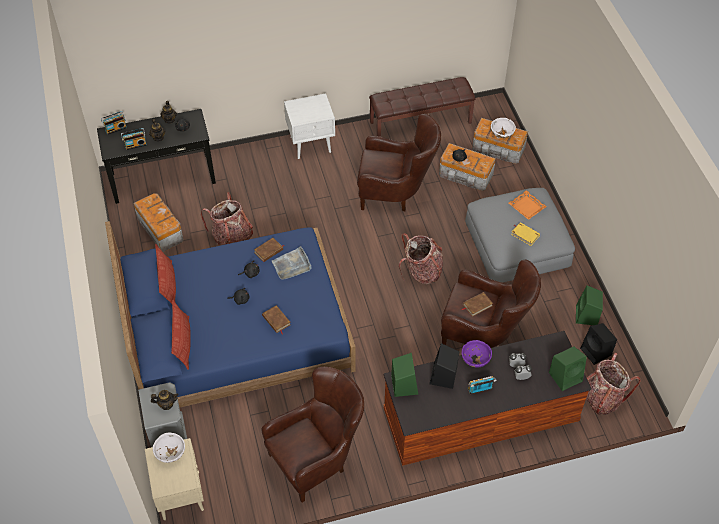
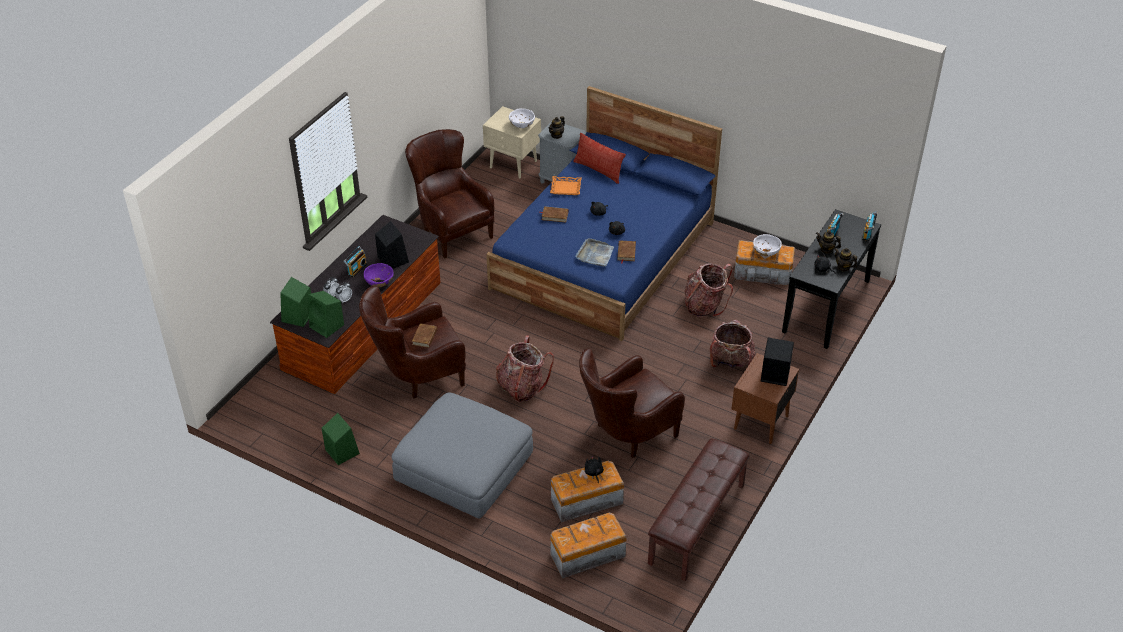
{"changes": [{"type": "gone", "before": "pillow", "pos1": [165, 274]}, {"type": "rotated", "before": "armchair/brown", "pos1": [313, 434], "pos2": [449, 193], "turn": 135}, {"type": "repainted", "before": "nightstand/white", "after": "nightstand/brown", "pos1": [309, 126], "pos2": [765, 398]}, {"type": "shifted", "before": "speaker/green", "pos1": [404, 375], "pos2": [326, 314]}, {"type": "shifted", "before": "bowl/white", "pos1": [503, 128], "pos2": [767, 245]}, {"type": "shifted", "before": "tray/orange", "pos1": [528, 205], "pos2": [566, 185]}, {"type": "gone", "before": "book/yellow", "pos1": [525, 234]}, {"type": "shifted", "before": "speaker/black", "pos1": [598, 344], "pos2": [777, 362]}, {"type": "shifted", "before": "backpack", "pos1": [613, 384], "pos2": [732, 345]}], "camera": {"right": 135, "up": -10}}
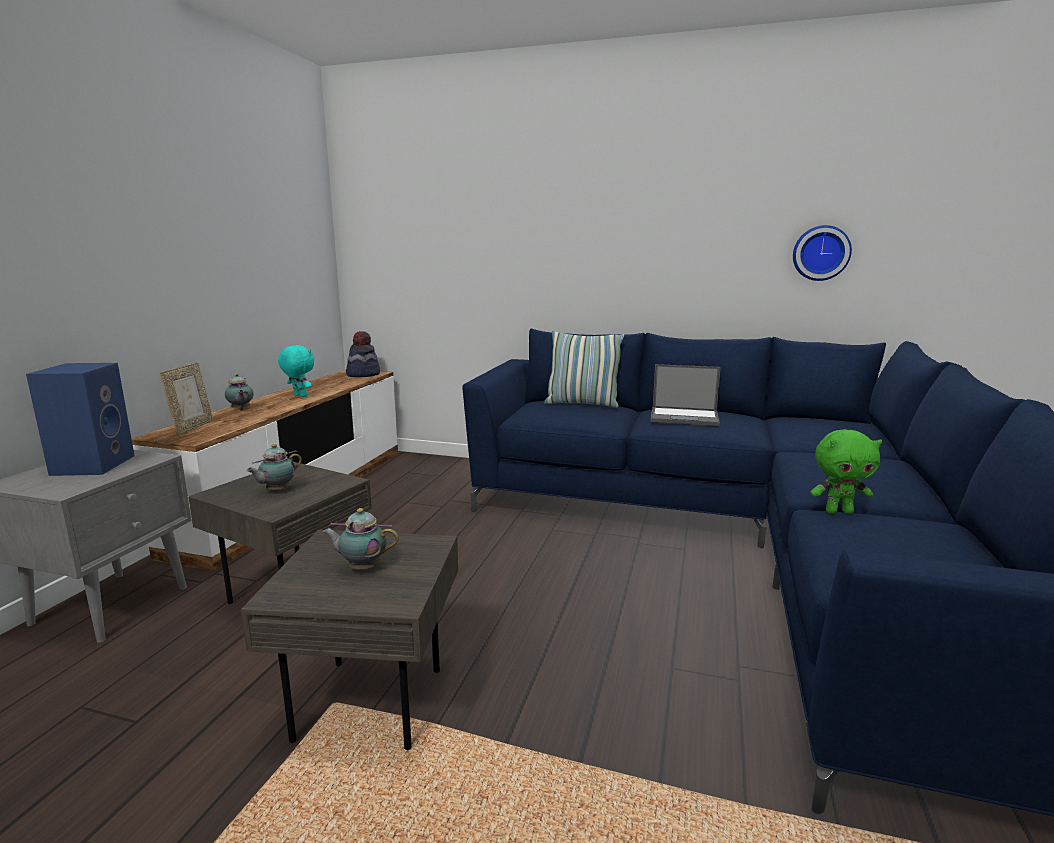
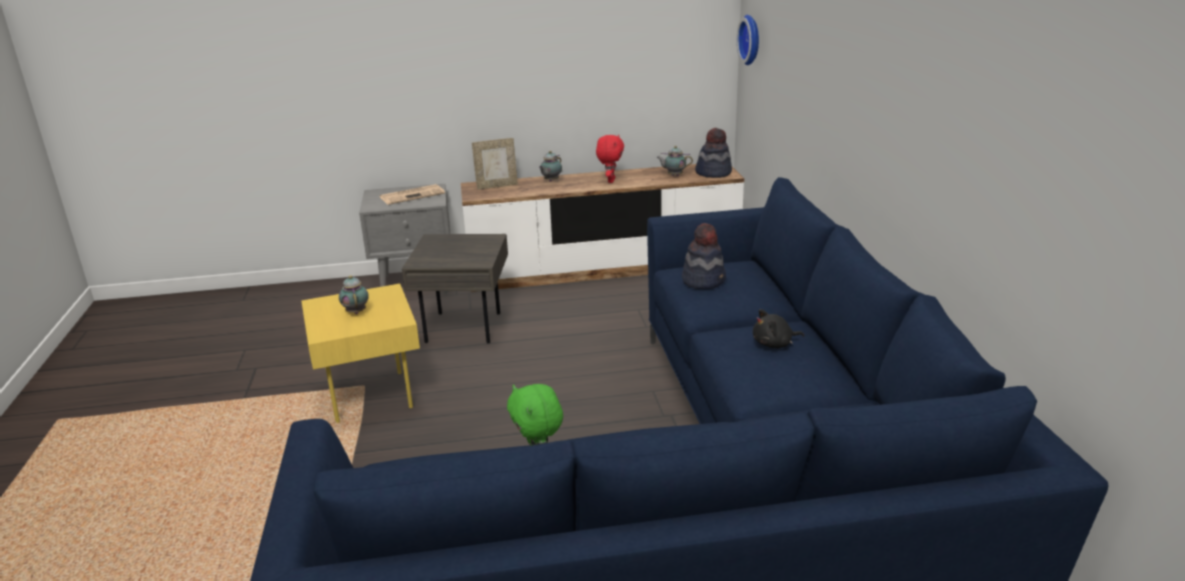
{"changes": [{"type": "swapped", "before": "speaker/blue", "after": "newspaper", "pos1": [80, 419], "pos2": [412, 194]}, {"type": "repainted", "before": "side table/grey", "after": "side table/yellow", "pos1": [349, 640], "pos2": [360, 353]}, {"type": "shifted", "before": "teapot", "pos1": [274, 468], "pos2": [674, 161]}, {"type": "repainted", "before": "plush toy/turquoise", "after": "plush toy/red", "pos1": [296, 371], "pos2": [610, 159]}, {"type": "gone", "before": "pillow", "pos1": [584, 369]}, {"type": "swapped", "before": "laptop", "after": "plush toy/black", "pos1": [685, 395], "pos2": [778, 328]}, {"type": "shifted", "before": "wall clock", "pos1": [822, 253], "pos2": [748, 40]}, {"type": "new", "after": "hat", "pos2": [704, 256]}], "camera": {"right": 65, "up": 10}}
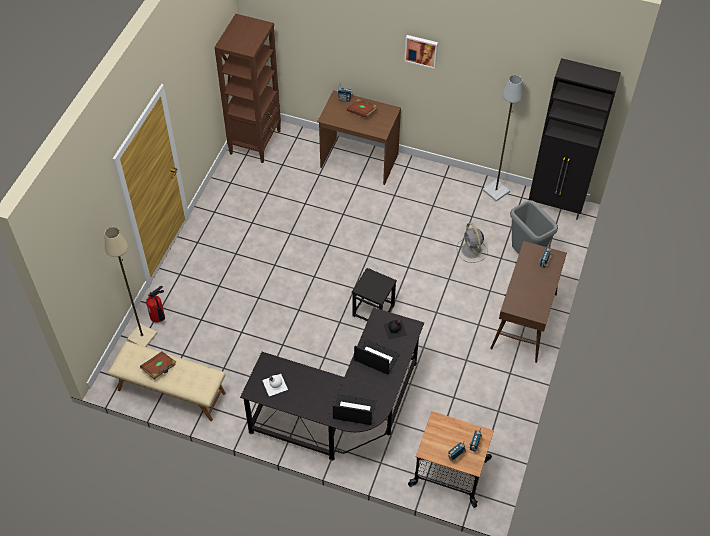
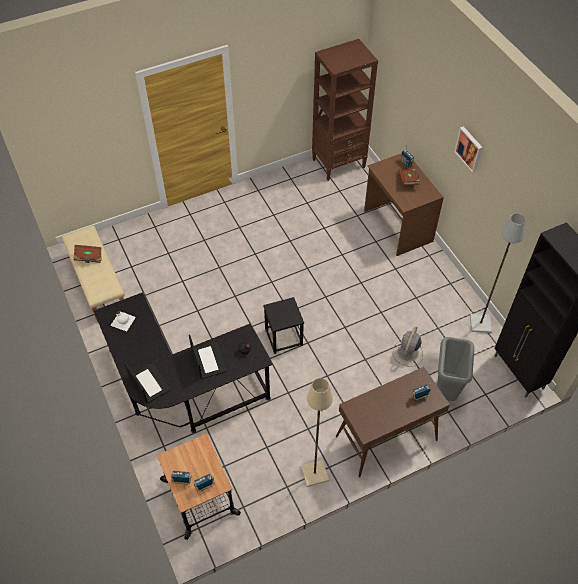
{"changes": [{"type": "shifted", "before": "floor lamp/beige", "pos1": [131, 287], "pos2": [317, 432]}, {"type": "gone", "before": "fire extinguisher", "pos1": [155, 304]}], "camera": {"right": 45, "up": 0}}
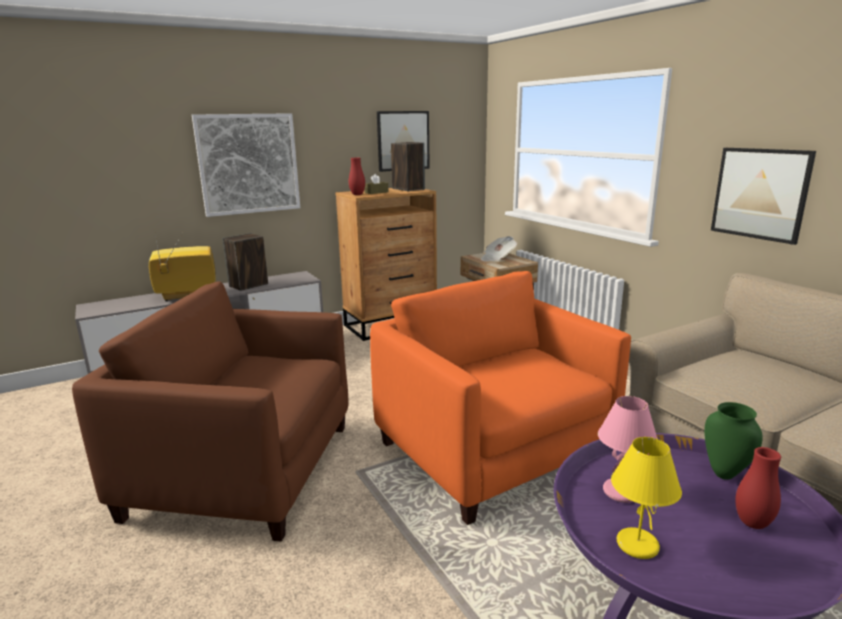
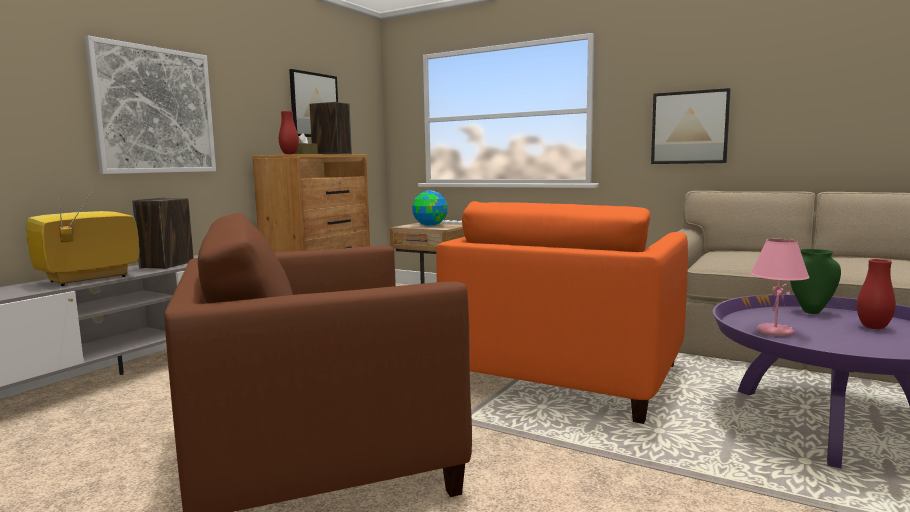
{"changes": [{"type": "rotated", "before": "armchair/orange", "pos1": [500, 398], "pos2": [562, 312], "turn": -90}, {"type": "swapped", "before": "newspaper", "after": "globe", "pos1": [499, 248], "pos2": [430, 208]}, {"type": "gone", "before": "table lamp/yellow", "pos1": [646, 498]}], "camera": {"right": -30, "up": -10}}
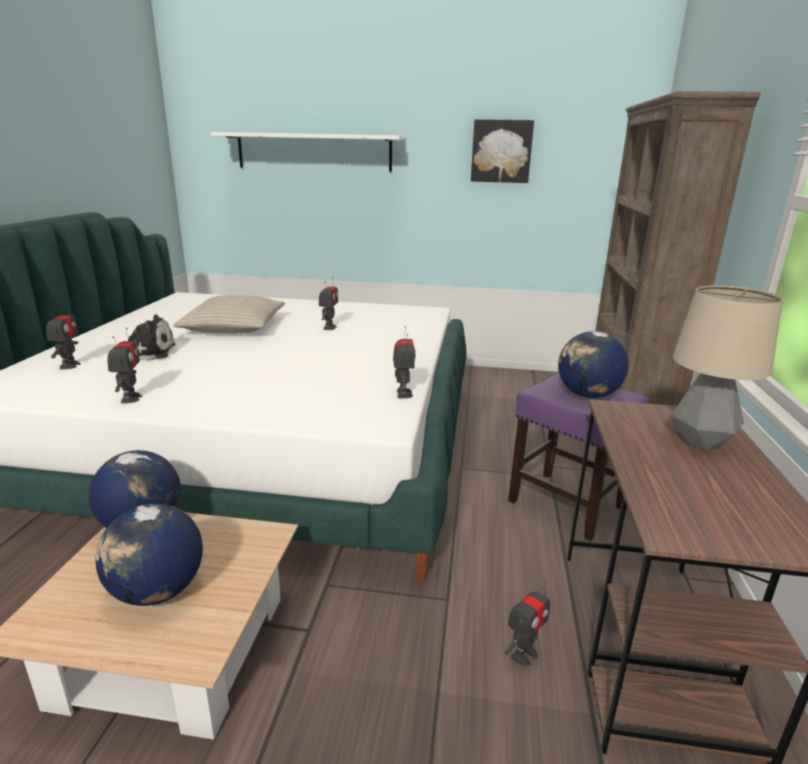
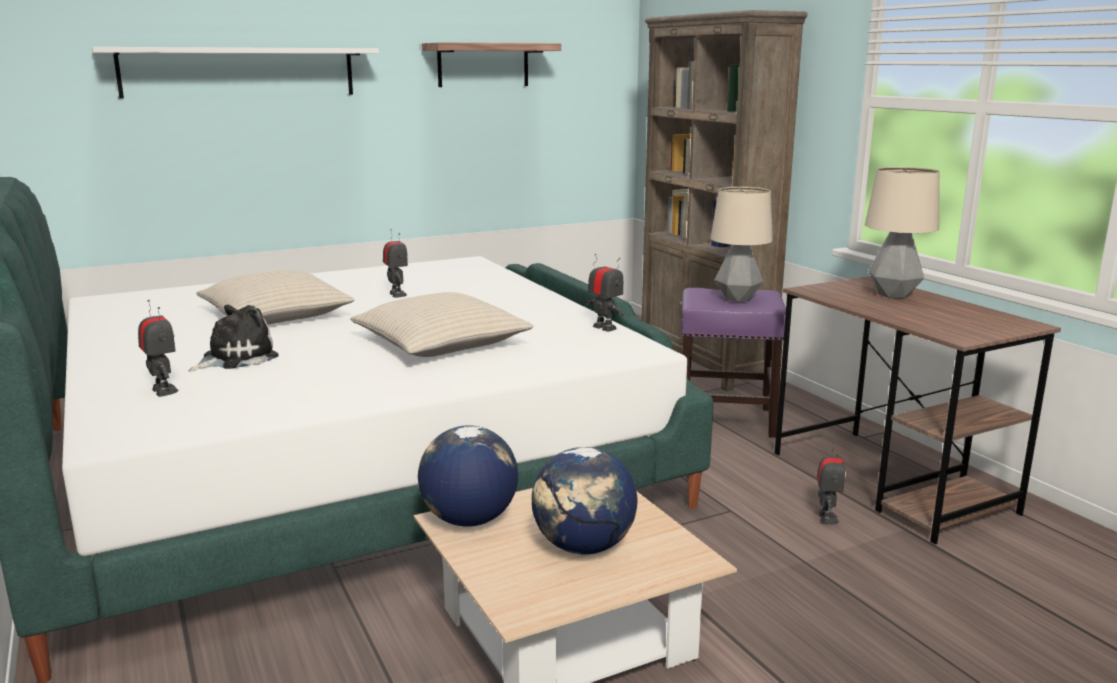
{"changes": [{"type": "gone", "before": "toy robot", "pos1": [124, 365]}, {"type": "swapped", "before": "picture", "after": "shelf", "pos1": [502, 151], "pos2": [491, 64]}, {"type": "swapped", "before": "globe", "after": "table lamp", "pos1": [593, 364], "pos2": [742, 244]}, {"type": "new", "after": "pillow/beige", "pos2": [441, 324]}], "camera": {"right": -35, "up": -5}}
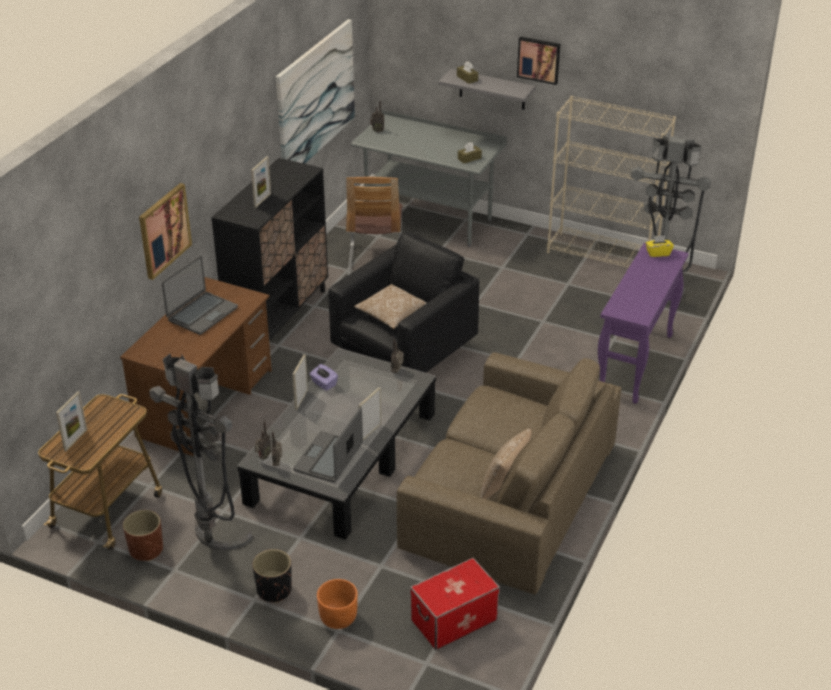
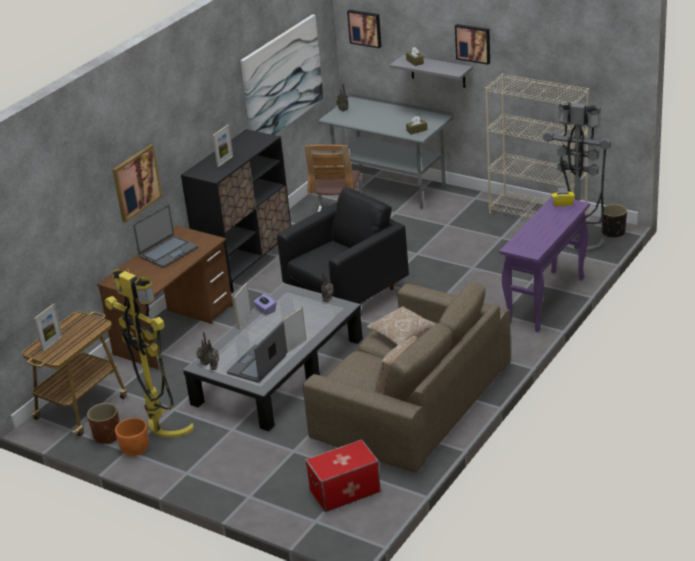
{"changes": [{"type": "repainted", "before": "floor lamp/grey", "after": "floor lamp/yellow", "pos1": [201, 452], "pos2": [149, 353]}, {"type": "shifted", "before": "planter/black", "pos1": [272, 576], "pos2": [614, 221]}, {"type": "shifted", "before": "planter/orange", "pos1": [337, 604], "pos2": [132, 437]}, {"type": "shifted", "before": "pillow", "pos1": [390, 306], "pos2": [401, 325]}, {"type": "new", "after": "picture", "pos2": [364, 28]}], "camera": {"right": 10, "up": -5}}
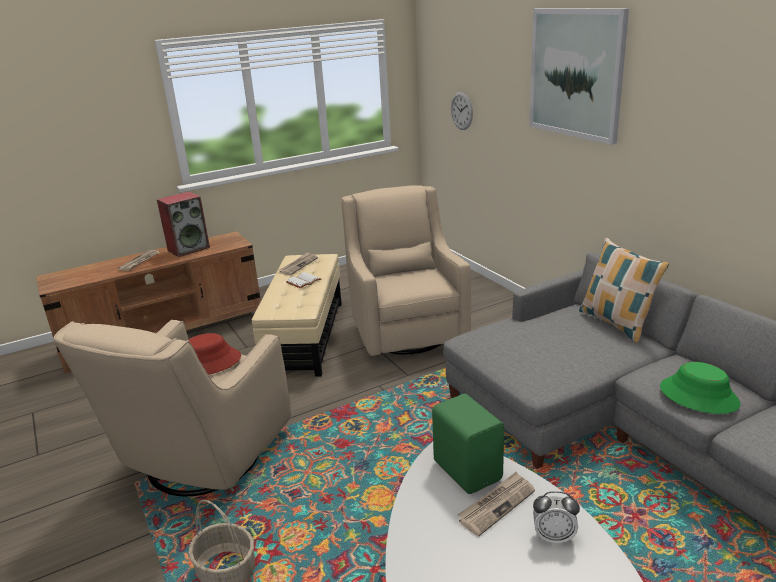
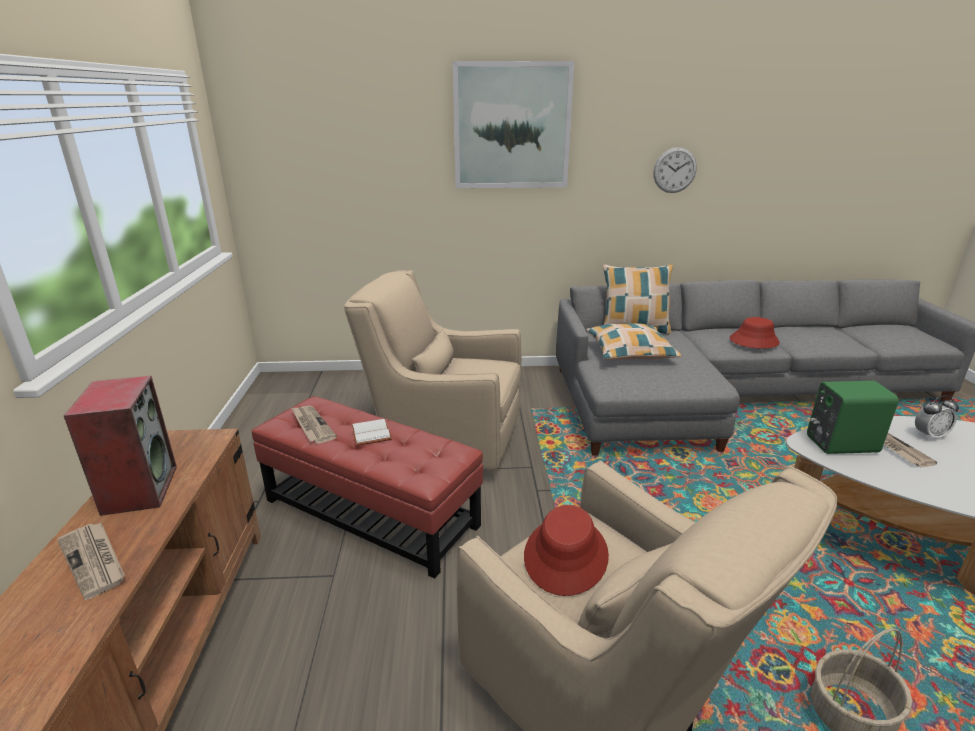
{"changes": [{"type": "repainted", "before": "ottoman/beige", "after": "ottoman/red", "pos1": [297, 315], "pos2": [367, 487]}, {"type": "shifted", "before": "wall clock", "pos1": [462, 111], "pos2": [675, 170]}, {"type": "rotated", "before": "alarm clock", "pos1": [556, 517], "pos2": [937, 418], "turn": 45}, {"type": "repainted", "before": "hat/green", "after": "hat/red", "pos1": [700, 388], "pos2": [755, 333]}, {"type": "new", "after": "pillow", "pos2": [633, 341]}], "camera": {"right": -65, "up": 0}}
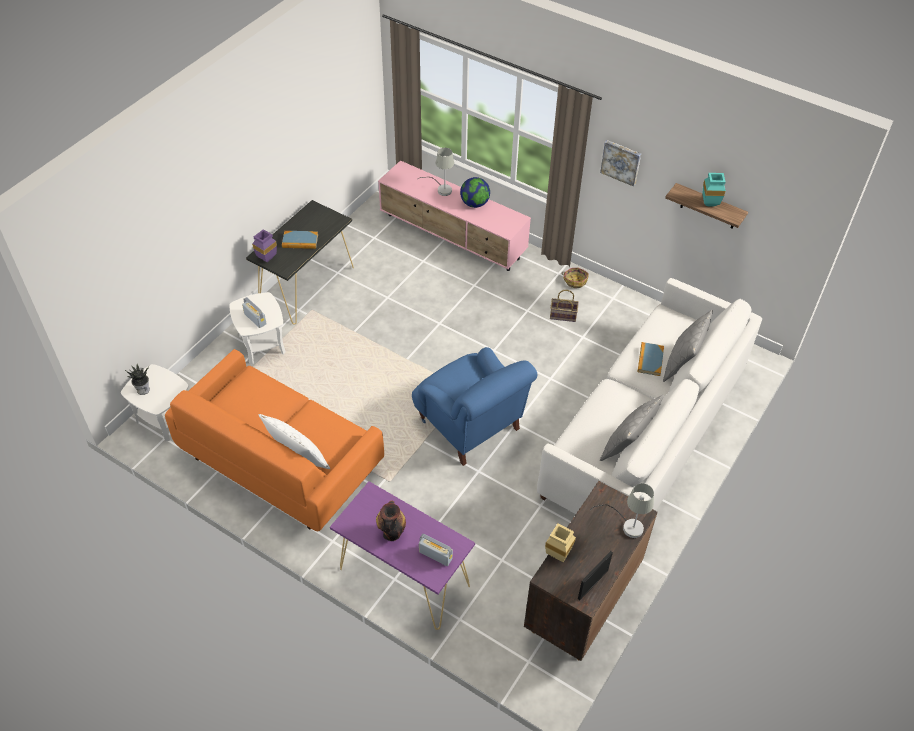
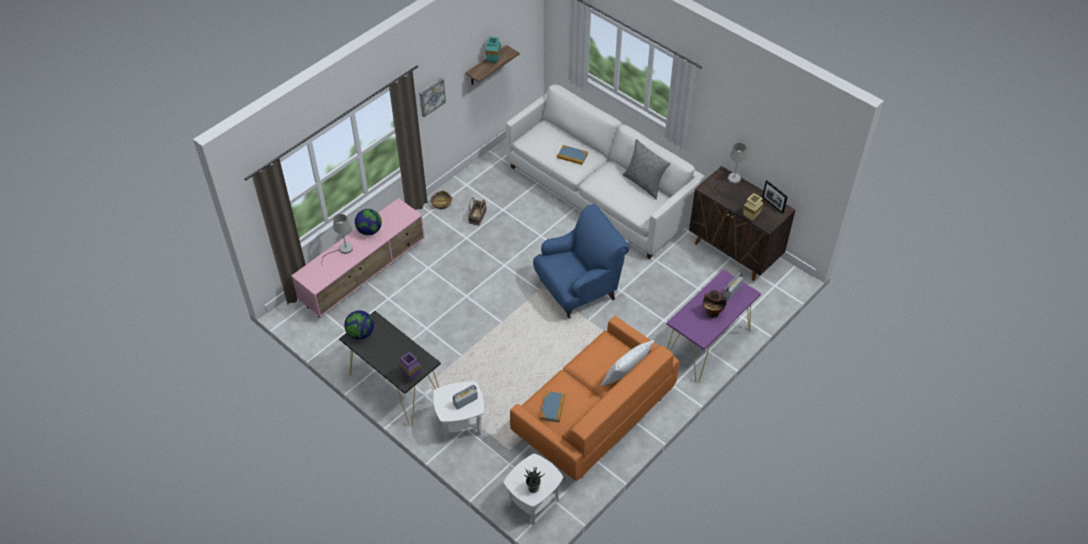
{"changes": [{"type": "shifted", "before": "book", "pos1": [300, 240], "pos2": [552, 406]}, {"type": "gone", "before": "pillow/grey", "pos1": [688, 346]}, {"type": "new", "after": "globe", "pos2": [359, 325]}], "camera": {"right": -80, "up": 0}}
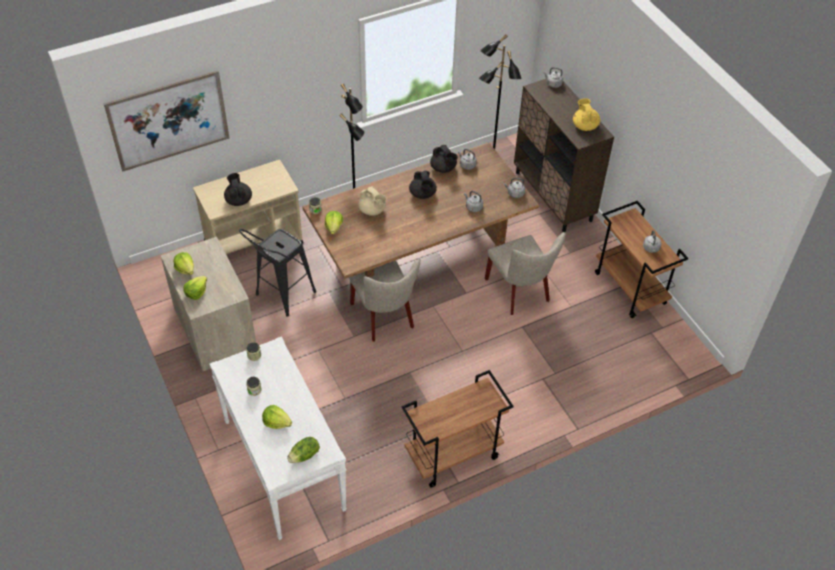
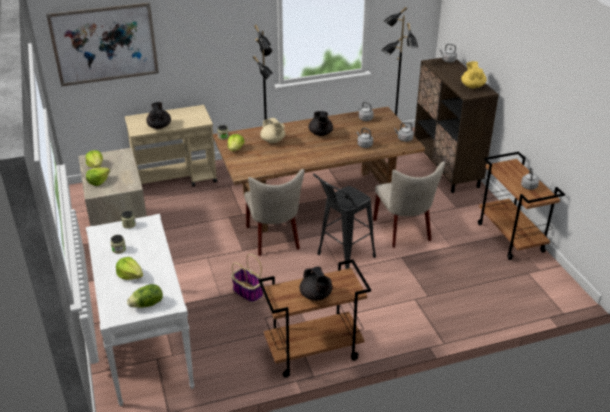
{"changes": [{"type": "shifted", "before": "stool/black", "pos1": [277, 273], "pos2": [344, 221]}, {"type": "shifted", "before": "teapot/black", "pos1": [444, 159], "pos2": [315, 284]}, {"type": "new", "after": "basket", "pos2": [247, 278]}], "camera": {"right": 10, "up": -15}}
